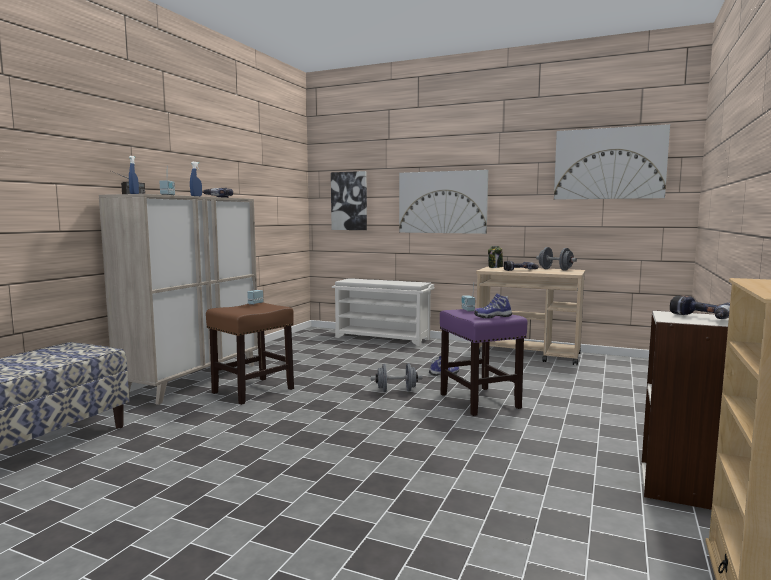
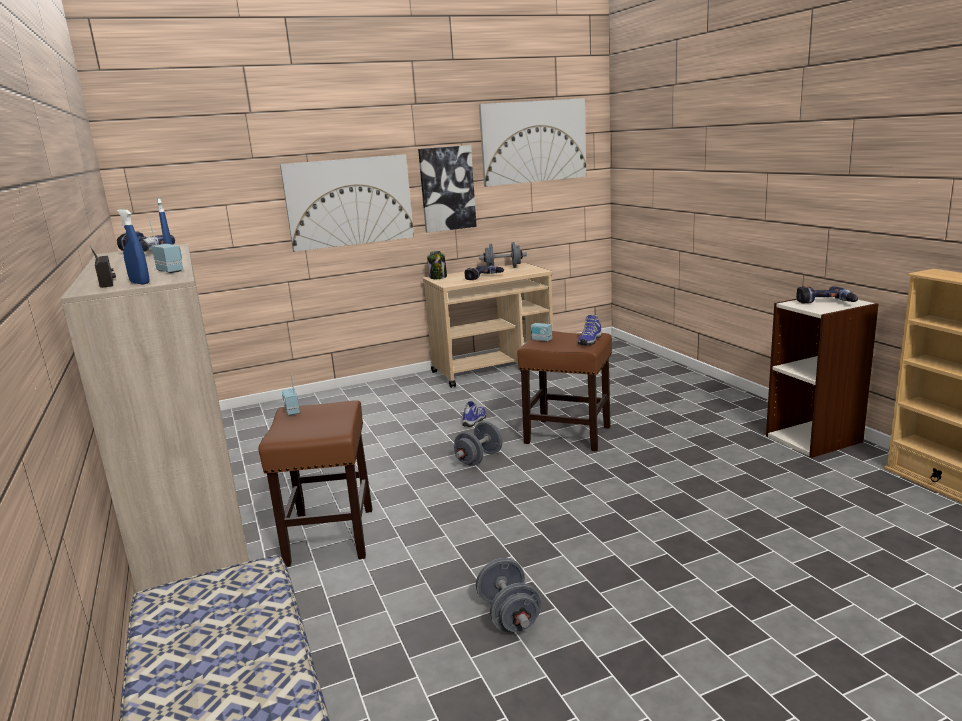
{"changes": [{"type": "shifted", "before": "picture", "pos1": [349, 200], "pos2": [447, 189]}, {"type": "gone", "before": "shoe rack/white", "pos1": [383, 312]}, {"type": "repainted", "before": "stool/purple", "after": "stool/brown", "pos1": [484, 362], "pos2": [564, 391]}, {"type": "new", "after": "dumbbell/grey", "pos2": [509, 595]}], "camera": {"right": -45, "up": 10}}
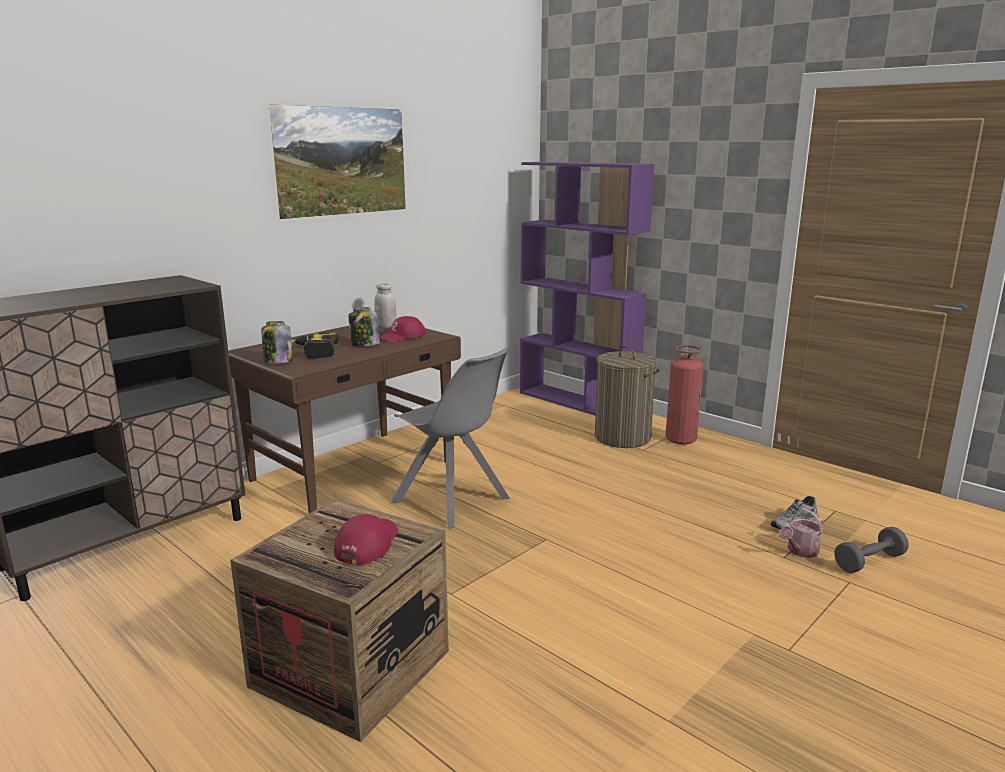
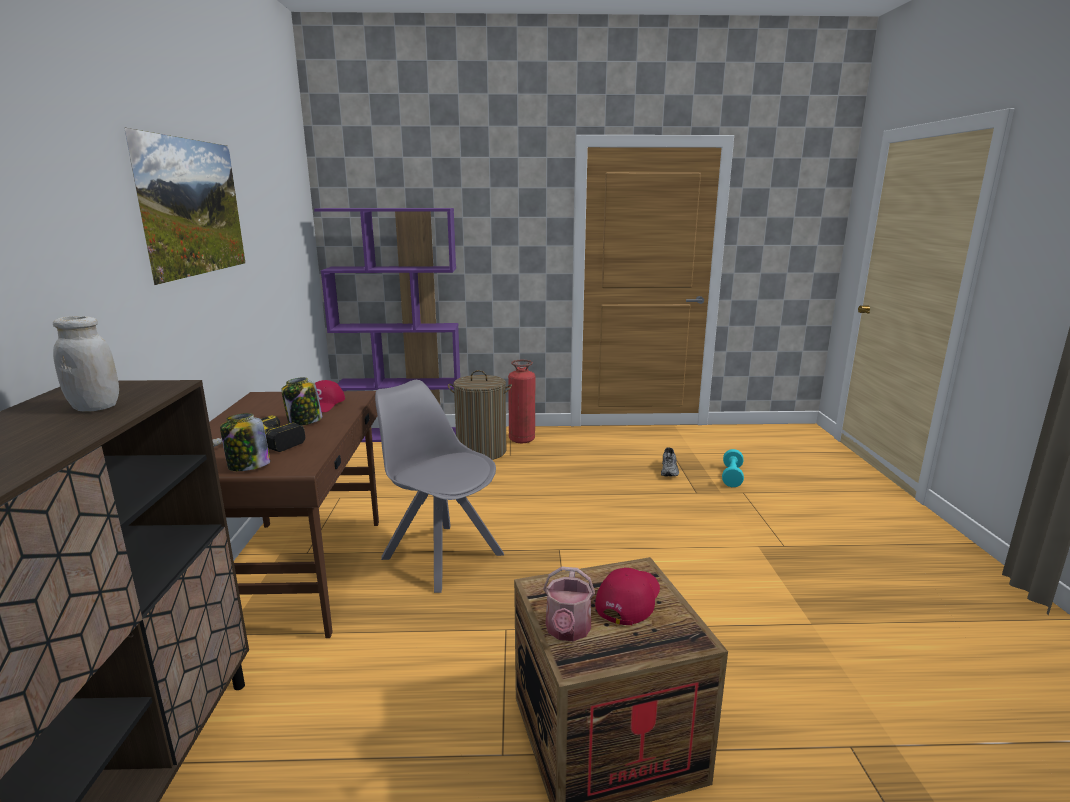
{"changes": [{"type": "rotated", "before": "cap/red", "pos1": [366, 539], "pos2": [627, 596], "turn": 60}, {"type": "shifted", "before": "jar/white", "pos1": [385, 305], "pos2": [86, 364]}, {"type": "rotated", "before": "chair/grey", "pos1": [451, 438], "pos2": [439, 486], "turn": -135}, {"type": "shifted", "before": "watering can", "pos1": [801, 533], "pos2": [569, 604]}, {"type": "repainted", "before": "dumbbell/grey", "after": "dumbbell/turquoise", "pos1": [871, 550], "pos2": [733, 468]}], "camera": {"right": -45, "up": 0}}
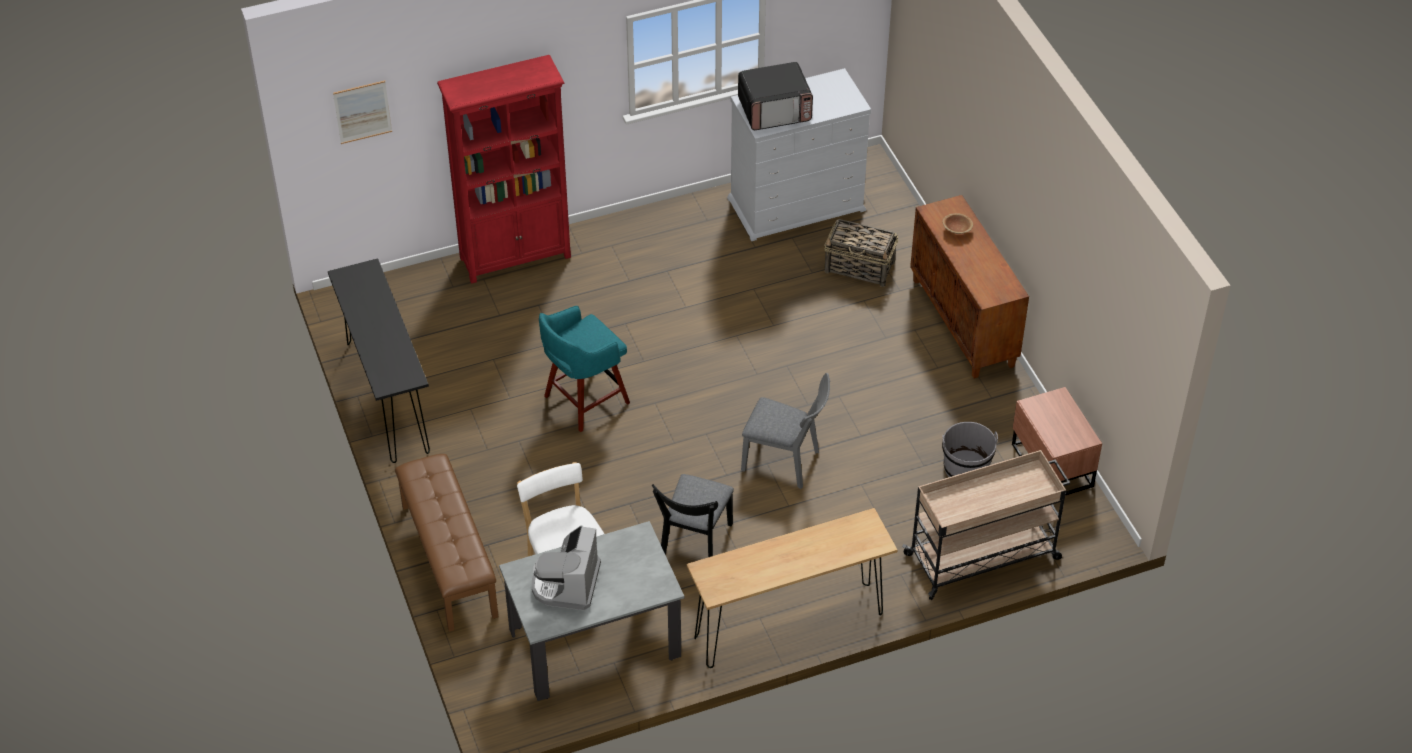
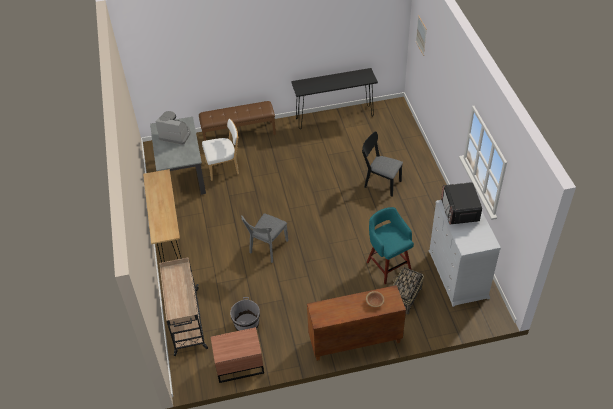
{"changes": [{"type": "gone", "before": "bookcase/red", "pos1": [504, 169]}, {"type": "shifted", "before": "stool/turquoise", "pos1": [584, 369], "pos2": [390, 245]}, {"type": "shifted", "before": "chair/black", "pos1": [693, 515], "pos2": [382, 164]}], "camera": {"right": 100, "up": 0}}
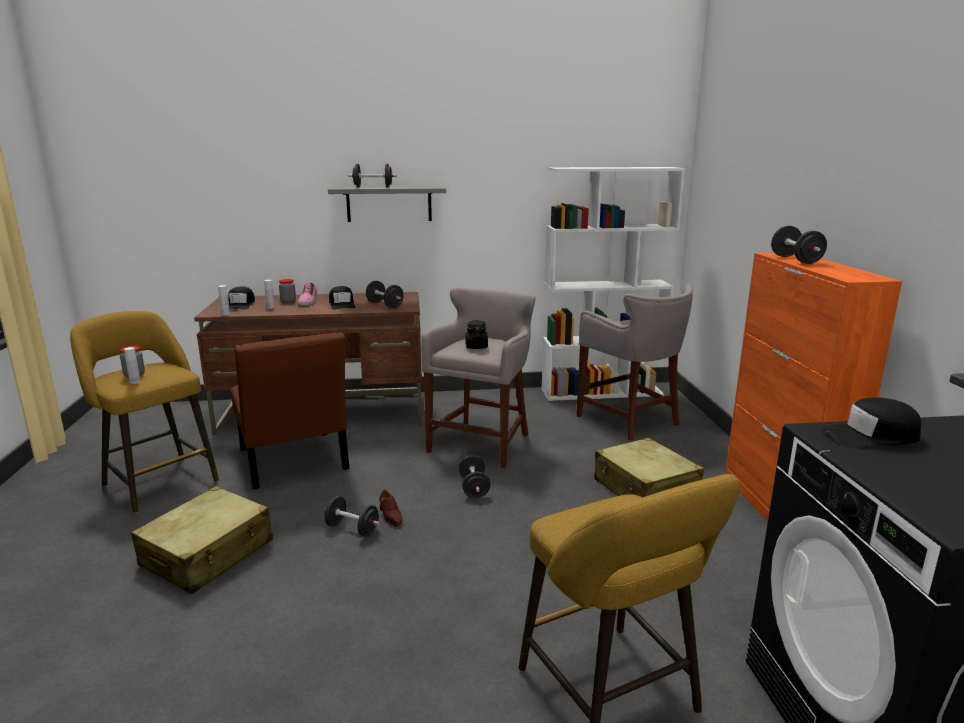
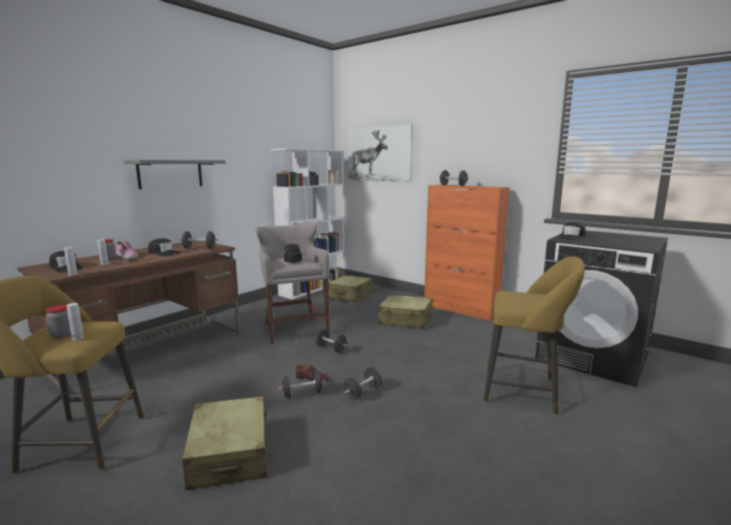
{"changes": [{"type": "gone", "before": "chair/brown", "pos1": [290, 410]}, {"type": "shifted", "before": "dumbbell/black", "pos1": [372, 175], "pos2": [363, 383]}, {"type": "swapped", "before": "stool/grey", "after": "suitcase/beige", "pos1": [634, 362], "pos2": [350, 289]}, {"type": "new", "after": "picture", "pos2": [380, 153]}], "camera": {"right": -45, "up": -5}}
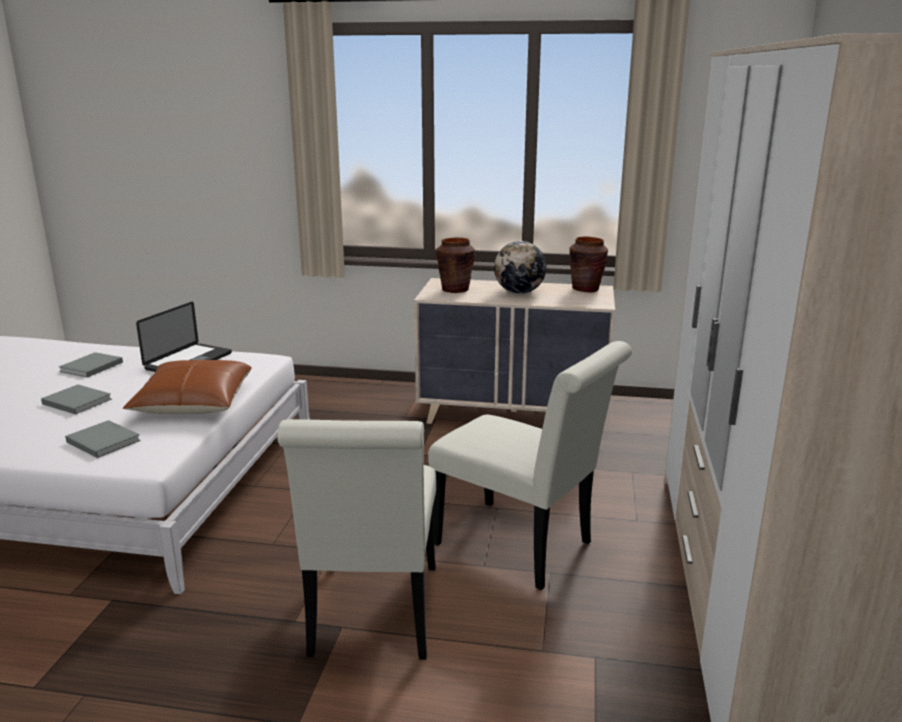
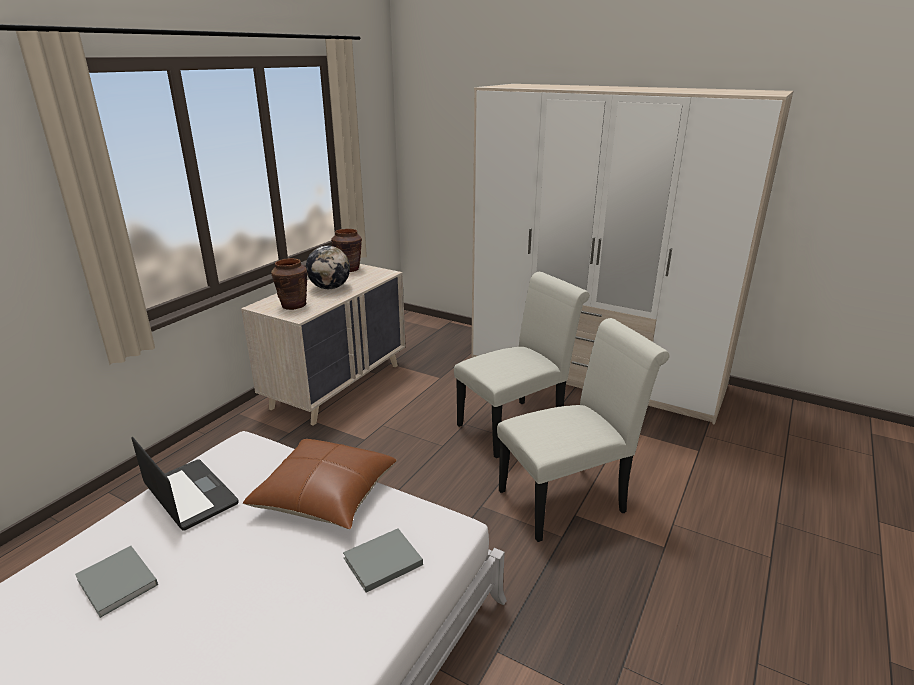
{"changes": [{"type": "gone", "before": "book/grey", "pos1": [76, 399]}, {"type": "rotated", "before": "chair/white", "pos1": [357, 539], "pos2": [583, 430], "turn": -45}], "camera": {"right": -70, "up": 5}}
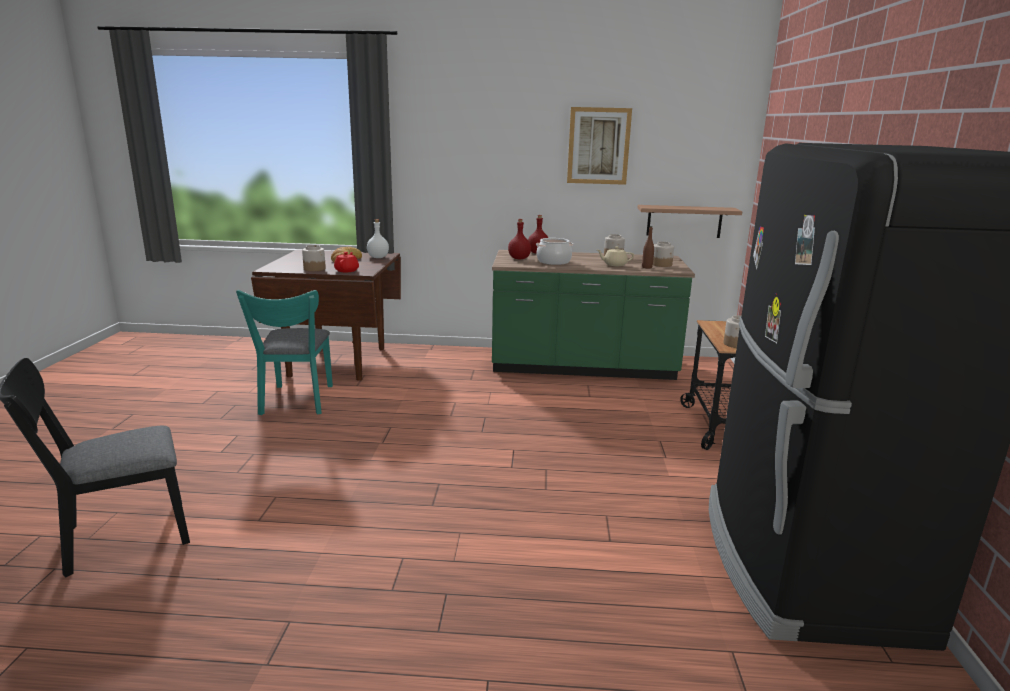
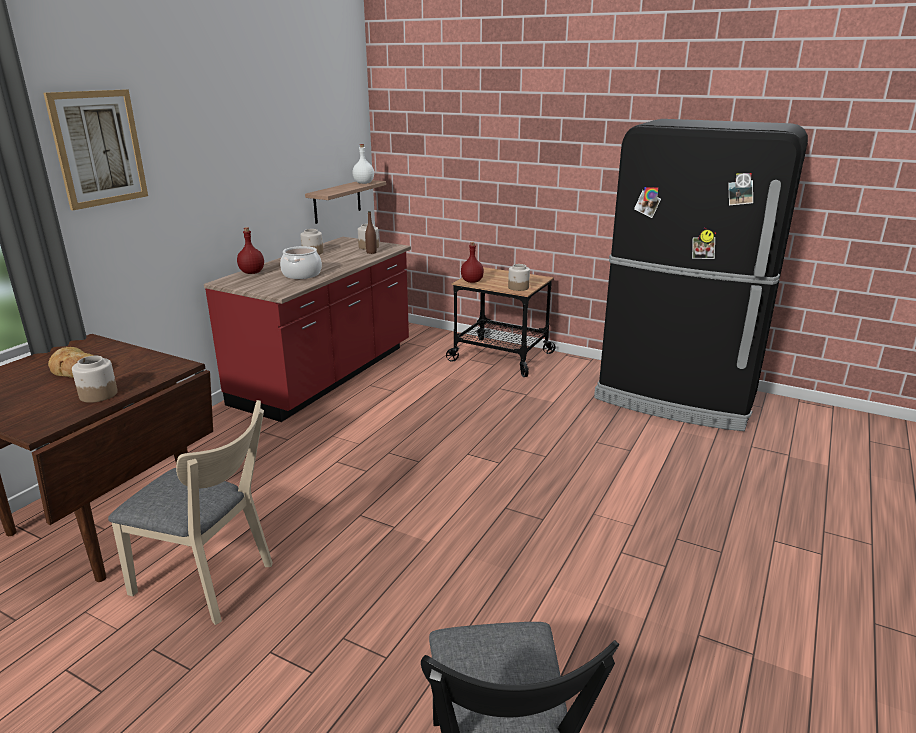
{"changes": [{"type": "repainted", "before": "chair/turquoise", "after": "chair/beige", "pos1": [284, 352], "pos2": [190, 512]}, {"type": "gone", "before": "teapot/red", "pos1": [346, 262]}, {"type": "shifted", "before": "bottle/white", "pos1": [378, 238], "pos2": [363, 164]}, {"type": "repainted", "before": "counter/green", "after": "counter/red", "pos1": [593, 315], "pos2": [307, 329]}, {"type": "shifted", "before": "bottle/red", "pos1": [519, 239], "pos2": [472, 262]}, {"type": "shifted", "before": "picture", "pos1": [599, 146], "pos2": [95, 149]}, {"type": "gone", "before": "teapot/beige", "pos1": [615, 256]}], "camera": {"right": -65, "up": 5}}
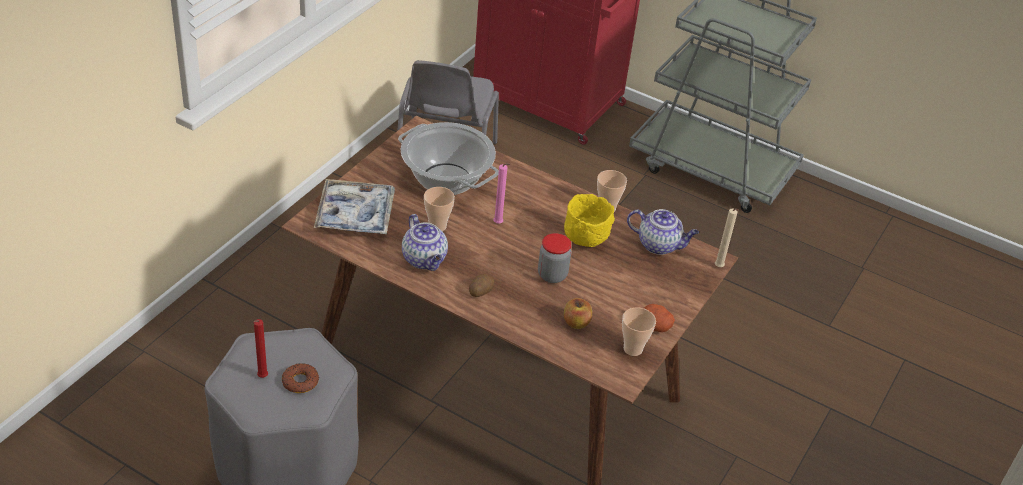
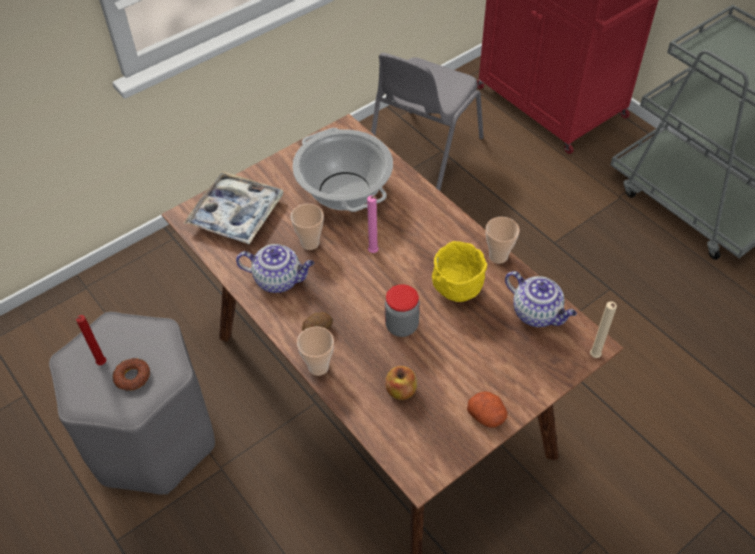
{"changes": [{"type": "rotated", "before": "teapot", "pos1": [425, 242], "pos2": [275, 268], "turn": -75}, {"type": "shifted", "before": "cup", "pos1": [639, 331], "pos2": [315, 351]}], "camera": {"right": 25, "up": 10}}
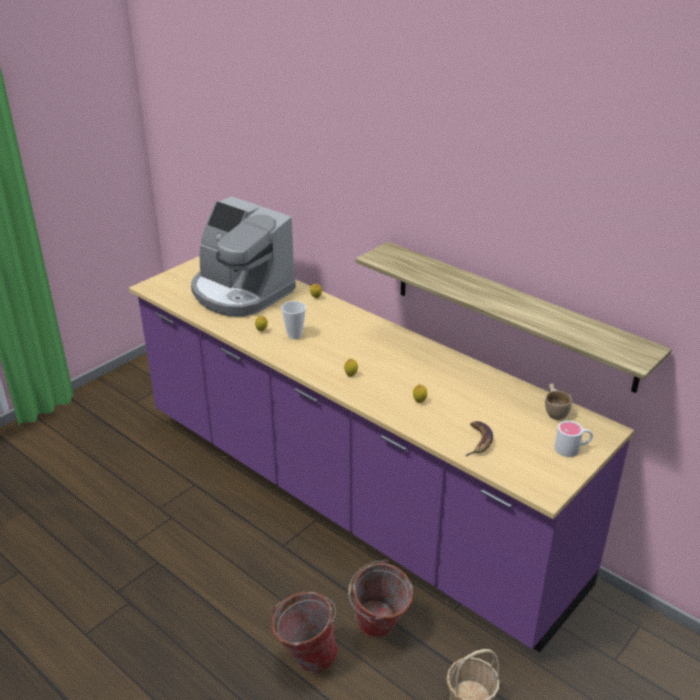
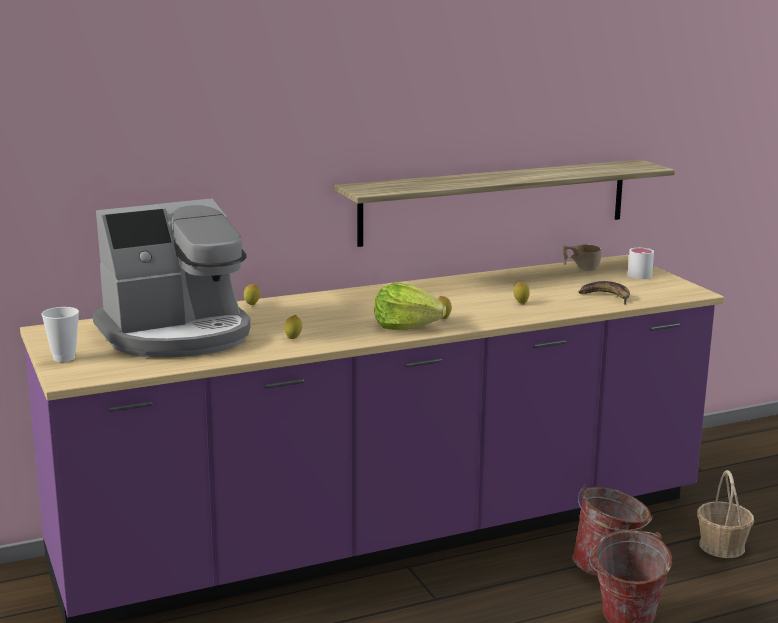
{"changes": [{"type": "shifted", "before": "cup", "pos1": [293, 320], "pos2": [60, 334]}, {"type": "new", "after": "lettuce", "pos2": [410, 306]}], "camera": {"right": -65, "up": -15}}
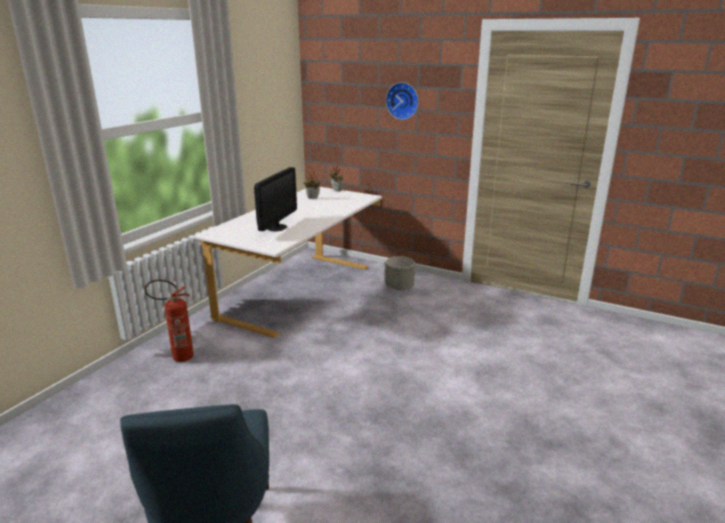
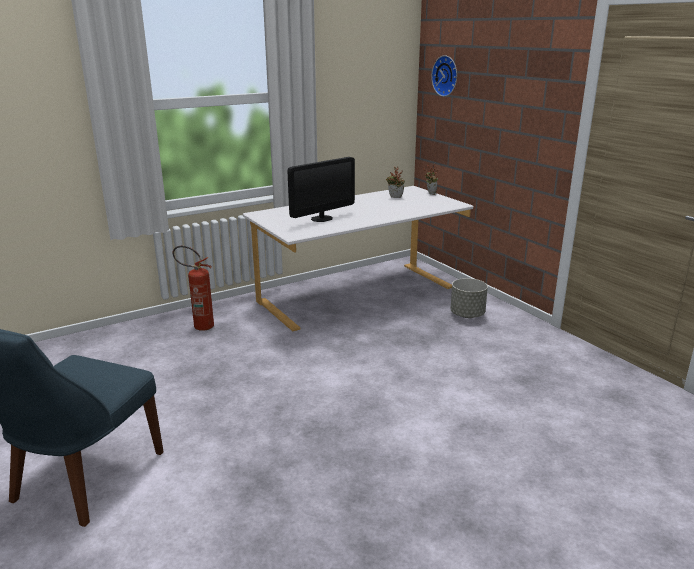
{"changes": [{"type": "shifted", "before": "wall clock", "pos1": [402, 101], "pos2": [444, 76]}], "camera": {"right": 30, "up": 0}}
